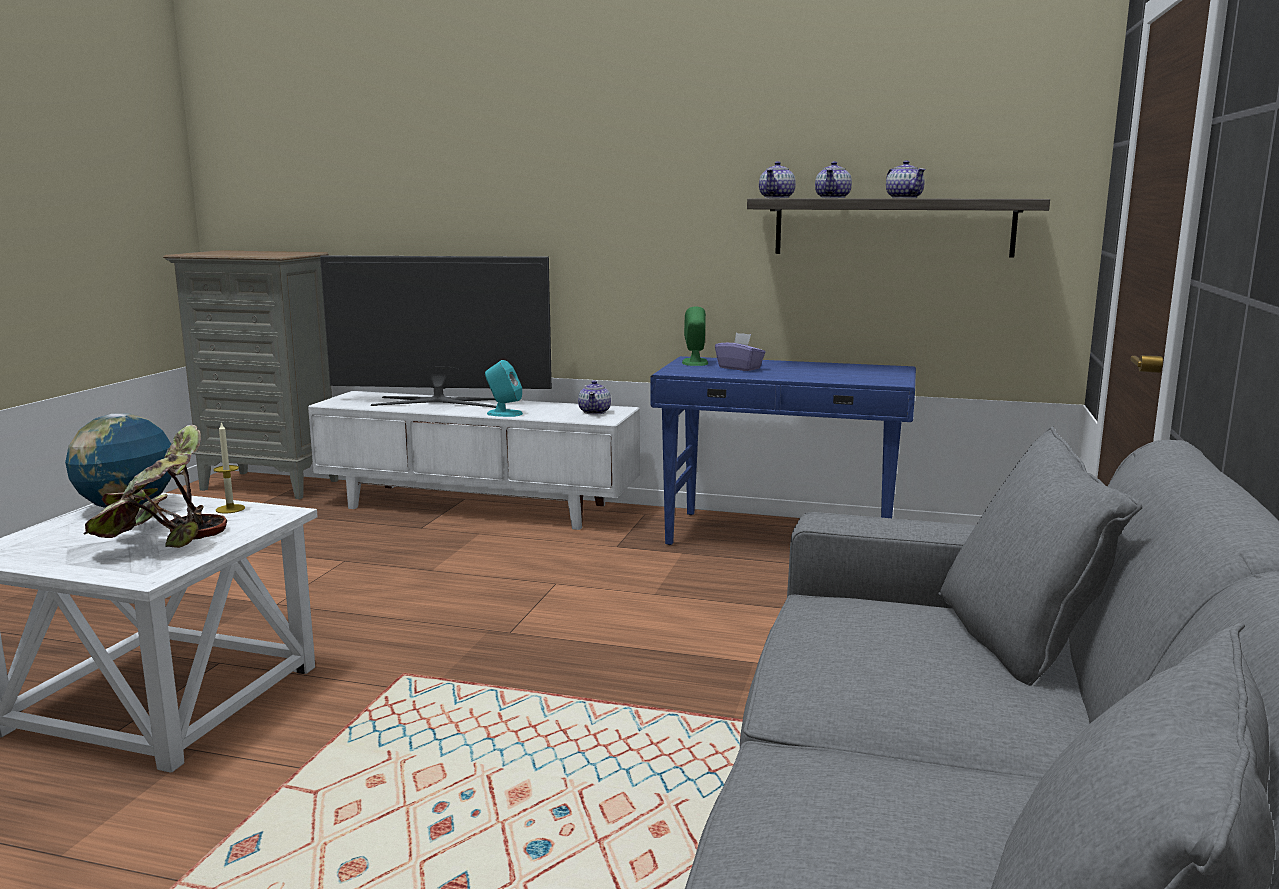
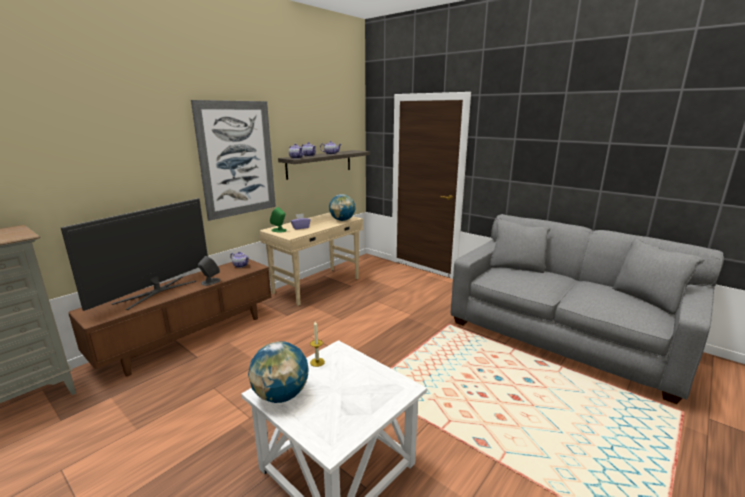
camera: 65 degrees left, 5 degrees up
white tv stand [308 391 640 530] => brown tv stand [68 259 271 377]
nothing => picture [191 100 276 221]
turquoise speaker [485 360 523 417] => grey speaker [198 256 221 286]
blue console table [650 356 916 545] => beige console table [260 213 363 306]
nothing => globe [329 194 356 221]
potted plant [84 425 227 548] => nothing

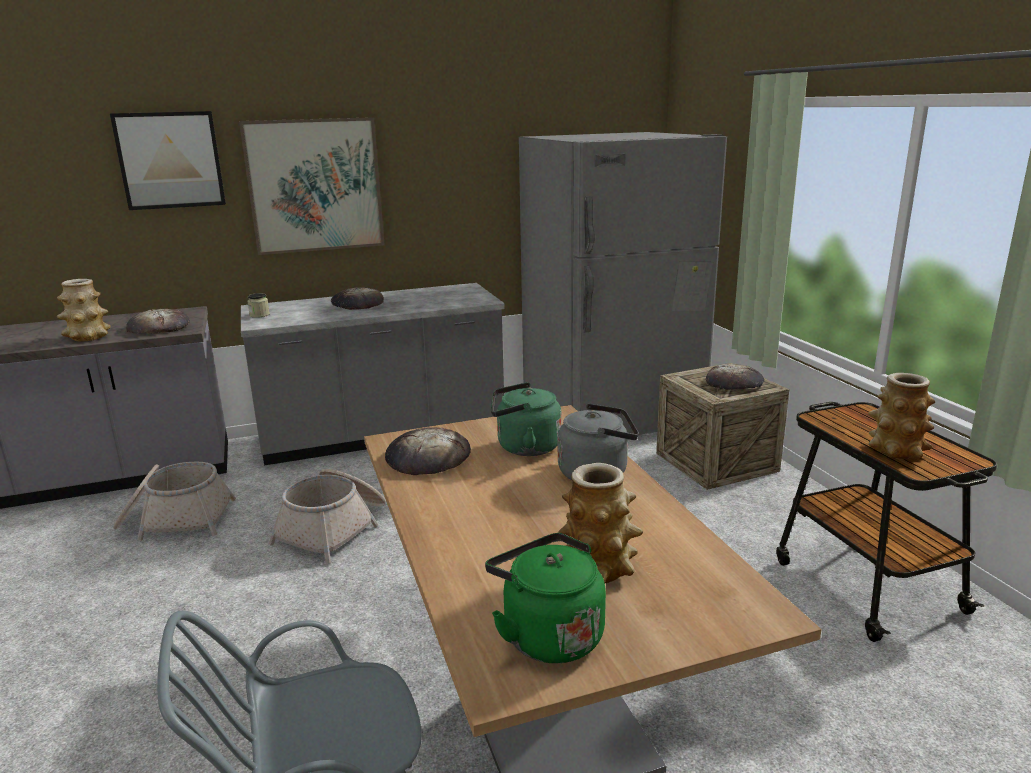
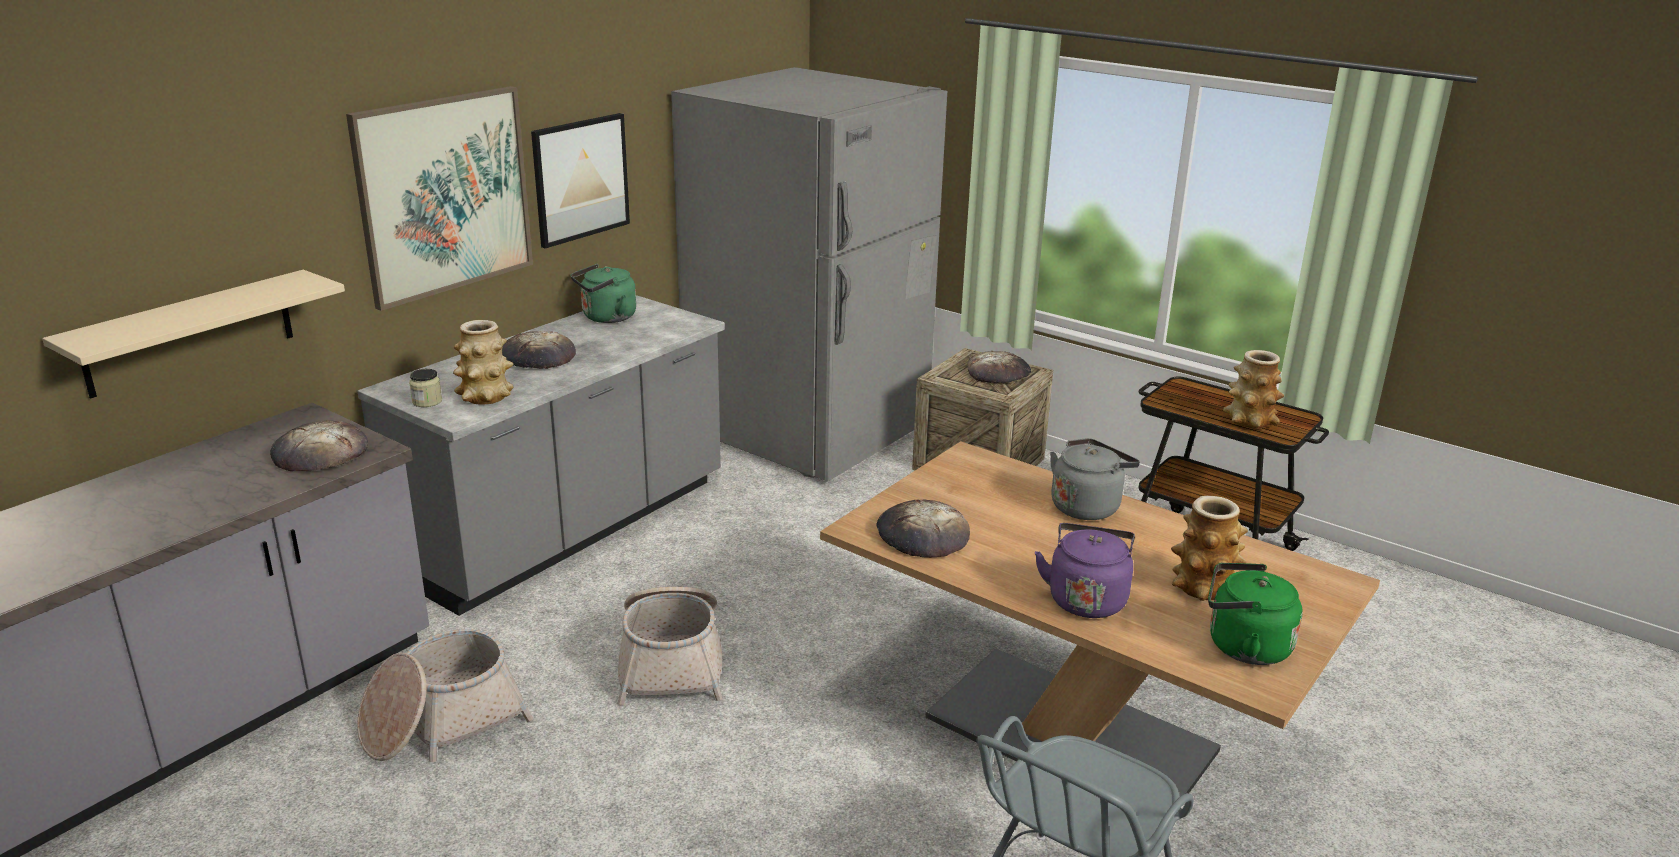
camera: 35 degrees left, 5 degrees up
nothing => beige shelf [42 270 345 398]
vase [57 279 111 342] => vase [453 320 514 405], shifted
picture [110 111 226 210] => picture [531 113 630 249], shifted
green kettle [491 382 562 456] => green kettle [570 264 636 323], shifted
nothing => purple kettle [1035 523 1135 618]

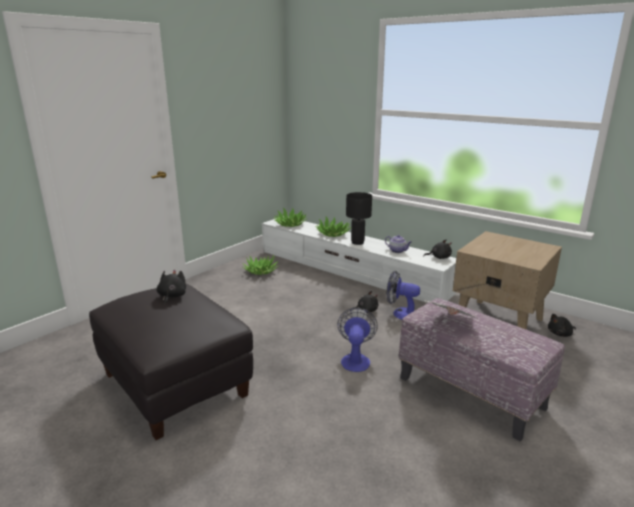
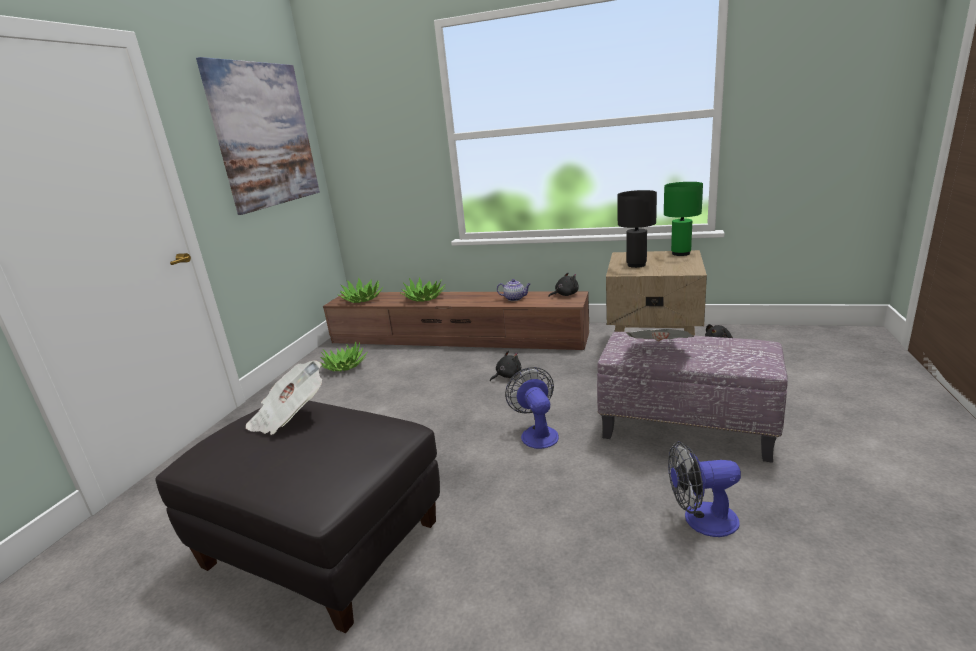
camera: 20 degrees left, 0 degrees up
nothing => picture [196 57 320 215]
black plush toy [157 270 186 305] => newspaper [246 360 322 435]
white tv stand [262 216 456 303] => brown tv stand [323 291 589 350]
black table lamp [346 192 372 245] => black table lamp [617 190 657 268], shifted
nothing => green table lamp [664 182 703 256]
fan [387 271 420 320] => fan [668 441 741 537], shifted

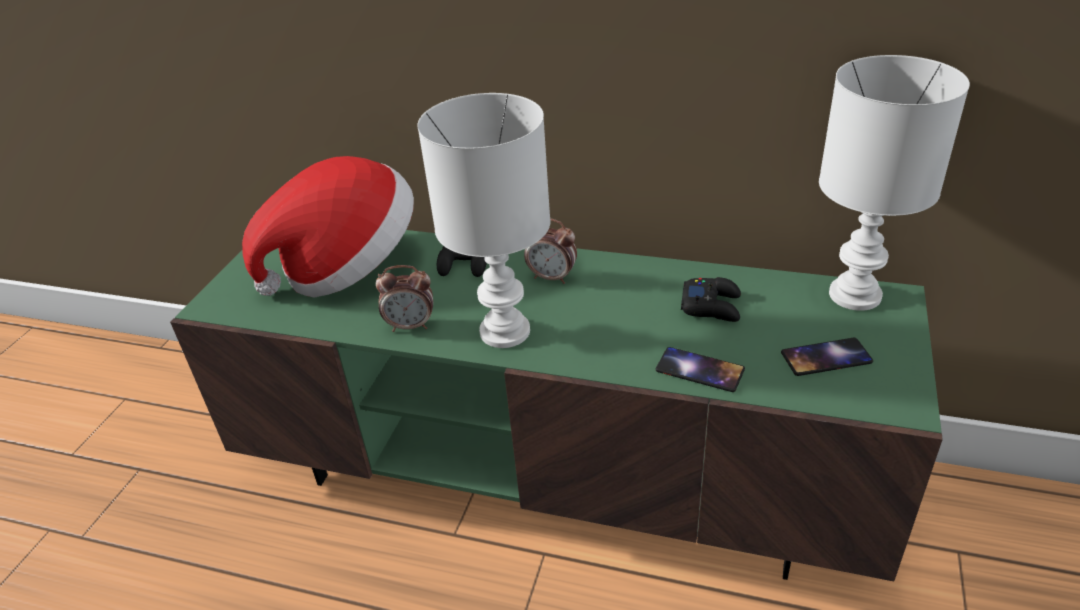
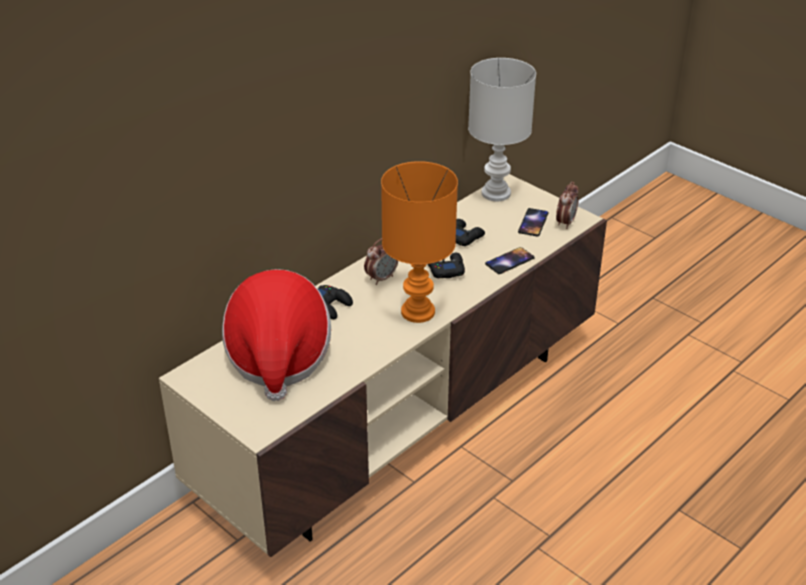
camera: 65 degrees left, 0 degrees up
green tv stand [170 230 943 581] => beige tv stand [159 174 607 557]
white table lamp [417 93 551 348] => orange table lamp [381 161 458 323]
nothing => black game controller [428 253 465 278]
alarm clock [376 265 433 332] => alarm clock [556 182 579 229], shifted

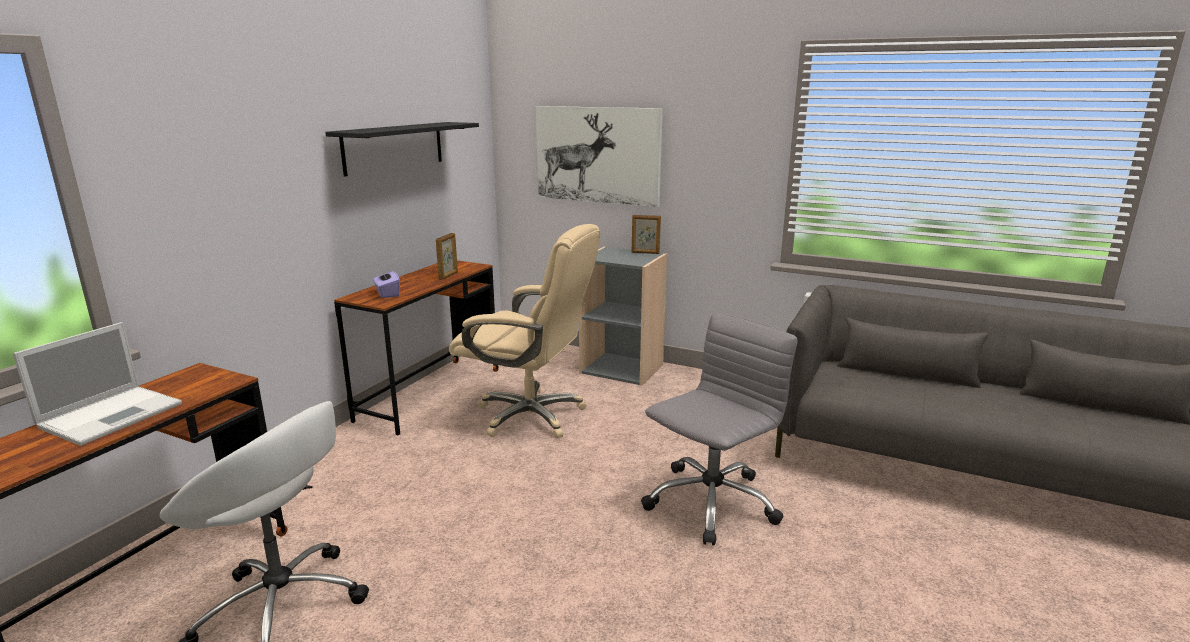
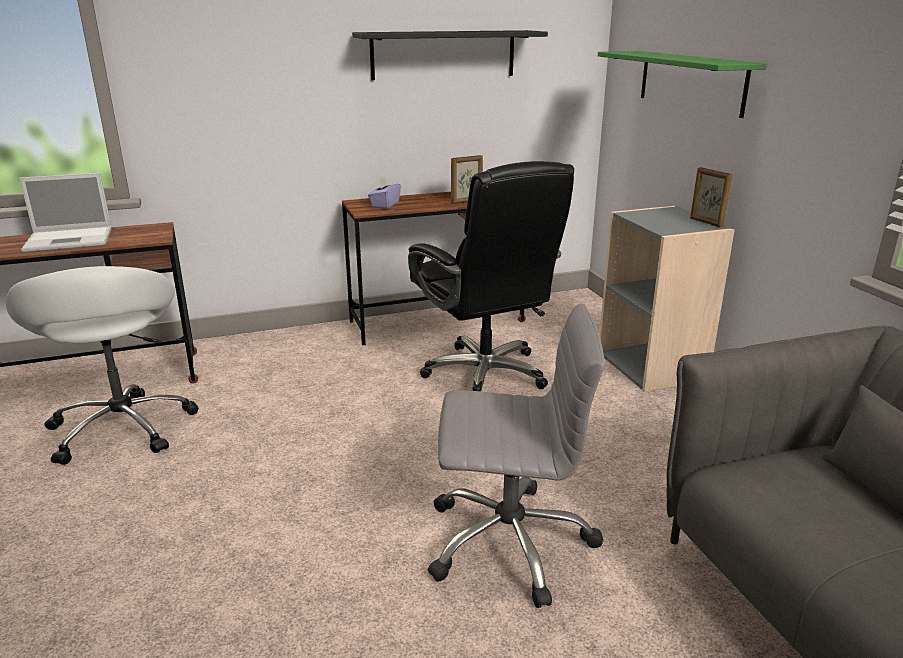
camera: 45 degrees right, 5 degrees up
beige office chair [449 224 600 438] => black office chair [408 161 574 392]
picture [536 106 663 207] => green shelf [598 51 767 118]

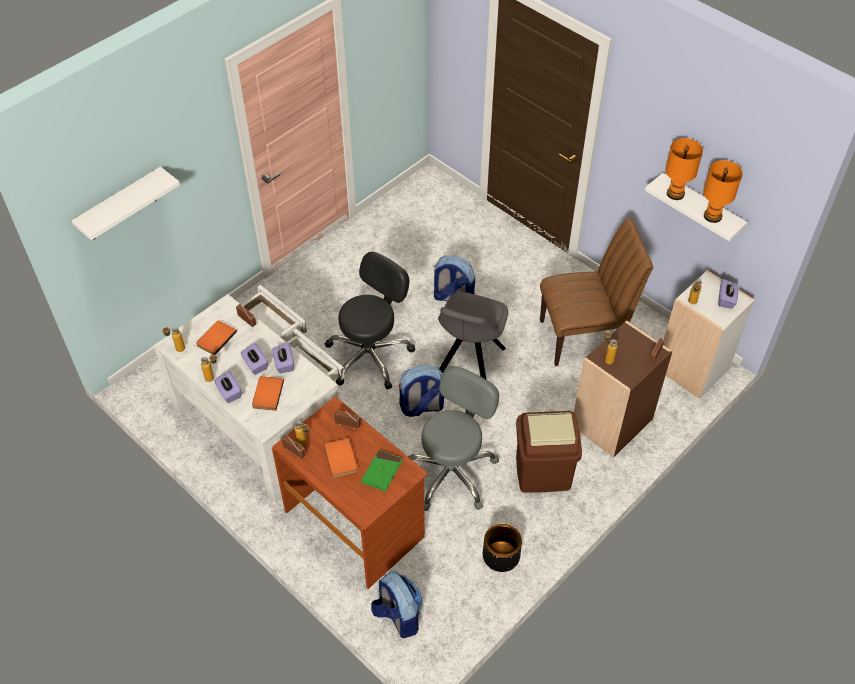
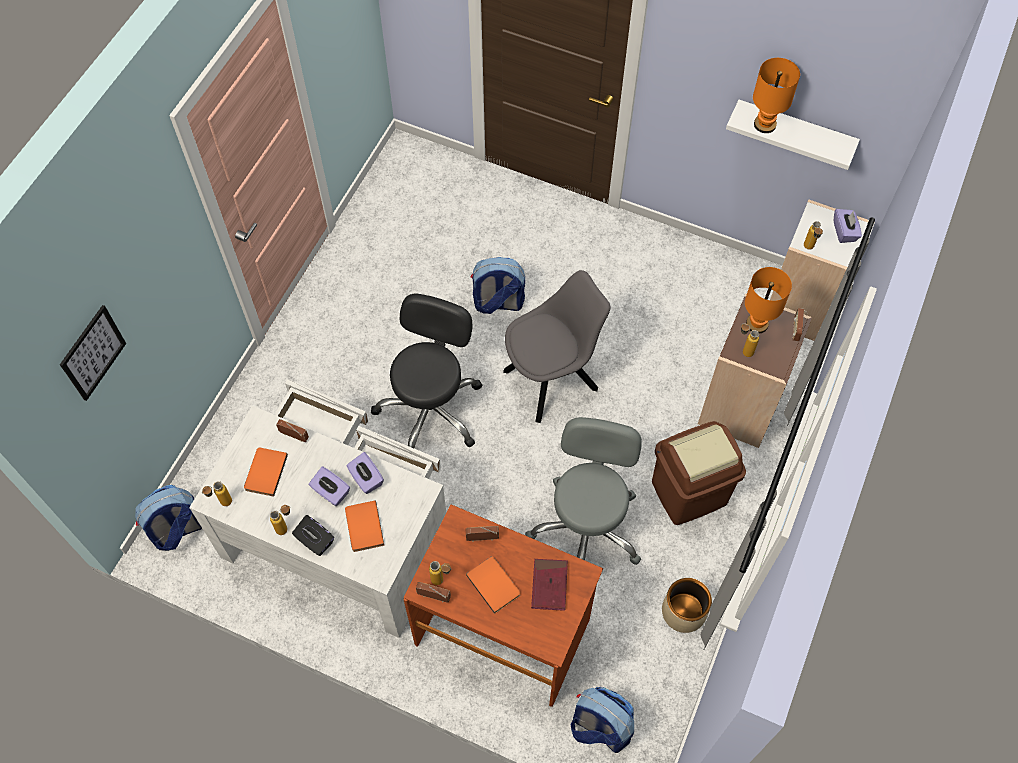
camera: 20 degrees left, 10 degrees up
white shelf [71 167 180 240] => picture [60 305 126 401]
backpack [399 365 444 417] => backpack [135 485 202 551], shifted
purple tissue box [214 370 242 403] => black tissue box [292 515 334 556]
grey chair [438 292 508 379] => grey chair [503 270 610 423], 120 degrees counterclockwise
green book [361 450 403 492] => red book [531 559 568 611]
black planter [483 523 522 572] => beige planter [662 578 712 633]
orange table lamp [703 160 743 223] => orange table lamp [745 267 792 334], shifted
brown chair [540 218 654 366] => nothing

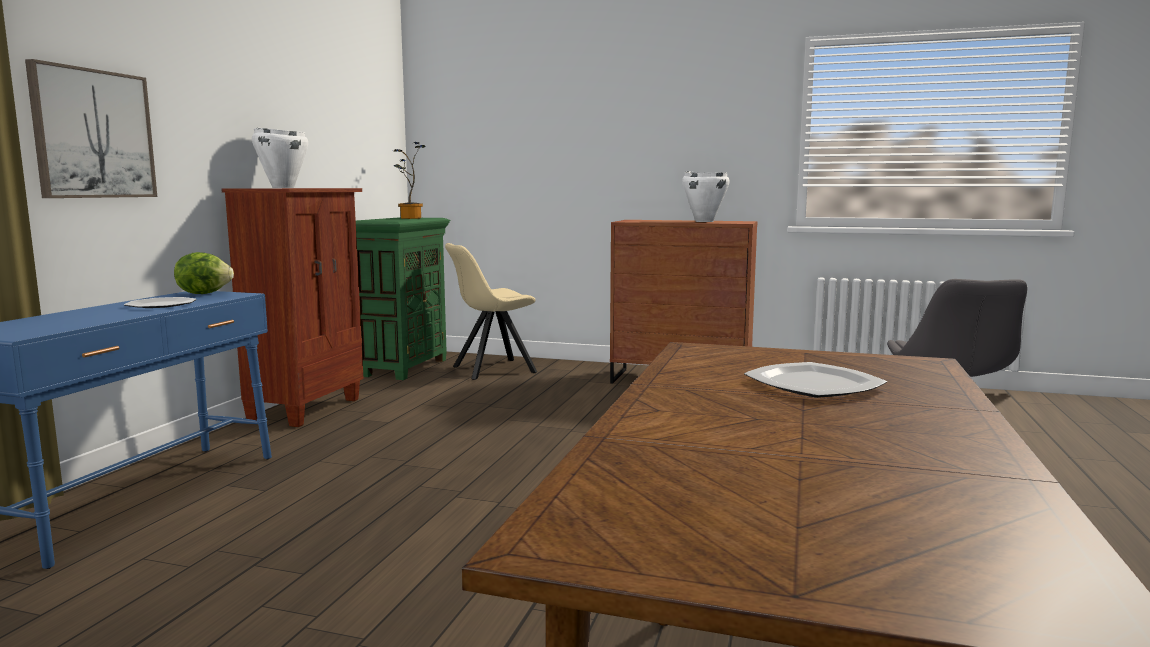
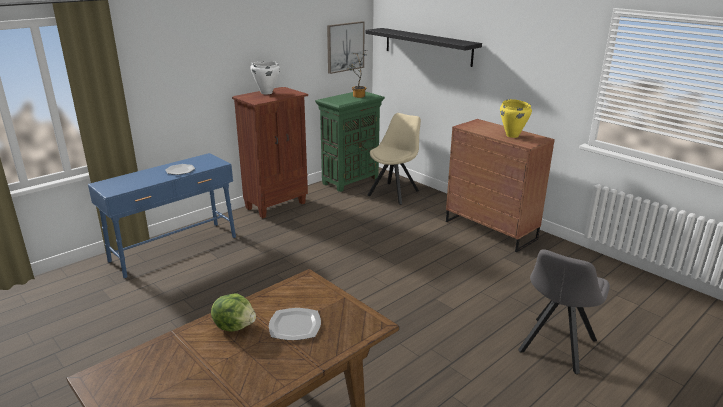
camera: 30 degrees right, 15 degrees up
lettuce [174 252 234 294] => lettuce [211 293 256 332], shifted
picture [25 59 157 198] => picture [327 21 365 74], shifted
nothing => black shelf [366 28 482 67]
beige chair [445 243 537 380] => beige chair [368 113 421 205], 120 degrees clockwise
white cooking pot [682 171 730 222] => yellow cooking pot [500 99 532 138]

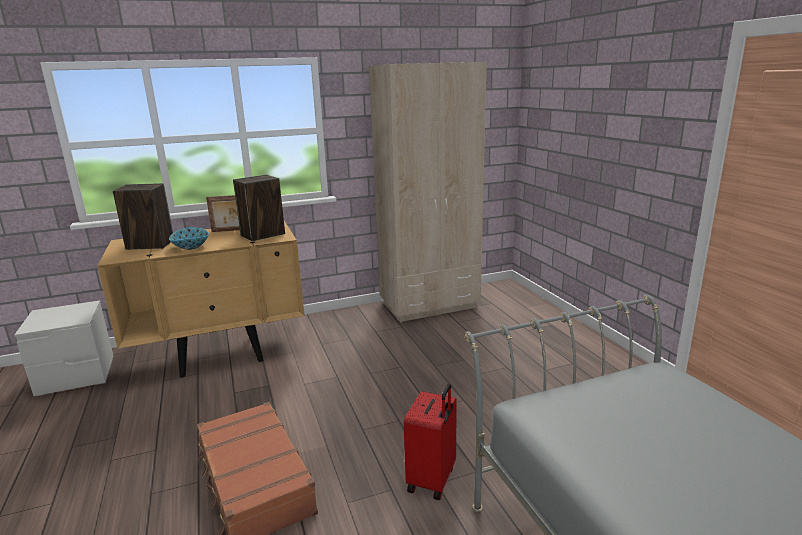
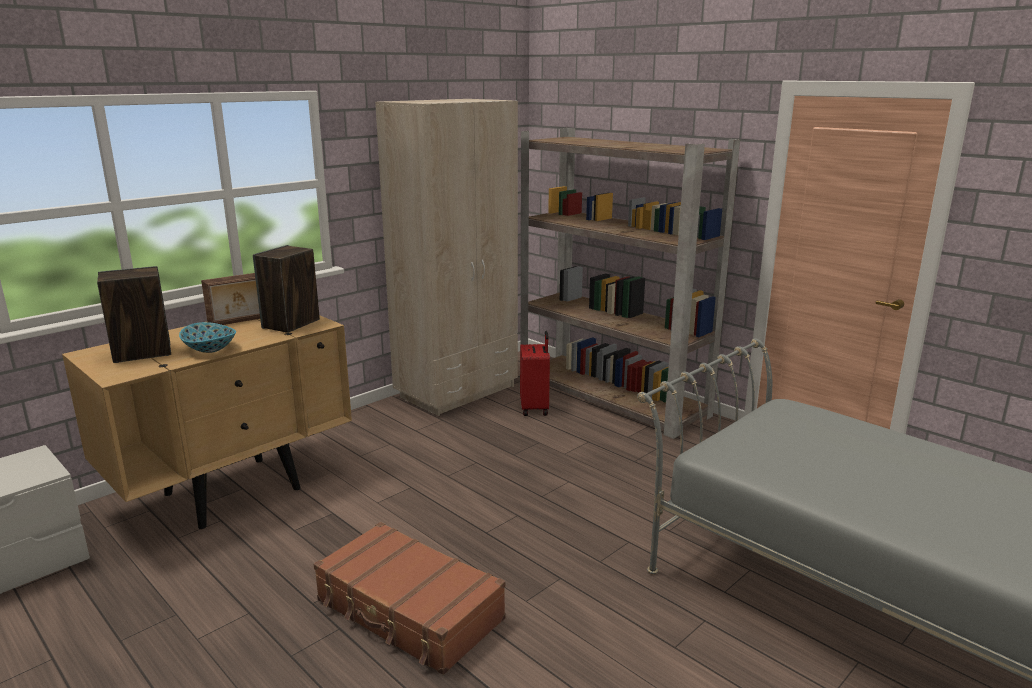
camera: 25 degrees left, 0 degrees up
red suitcase [404 384 457 500] => red suitcase [520 331 550 416], shifted
nothing => brown bookcase [521 128 740 439]

